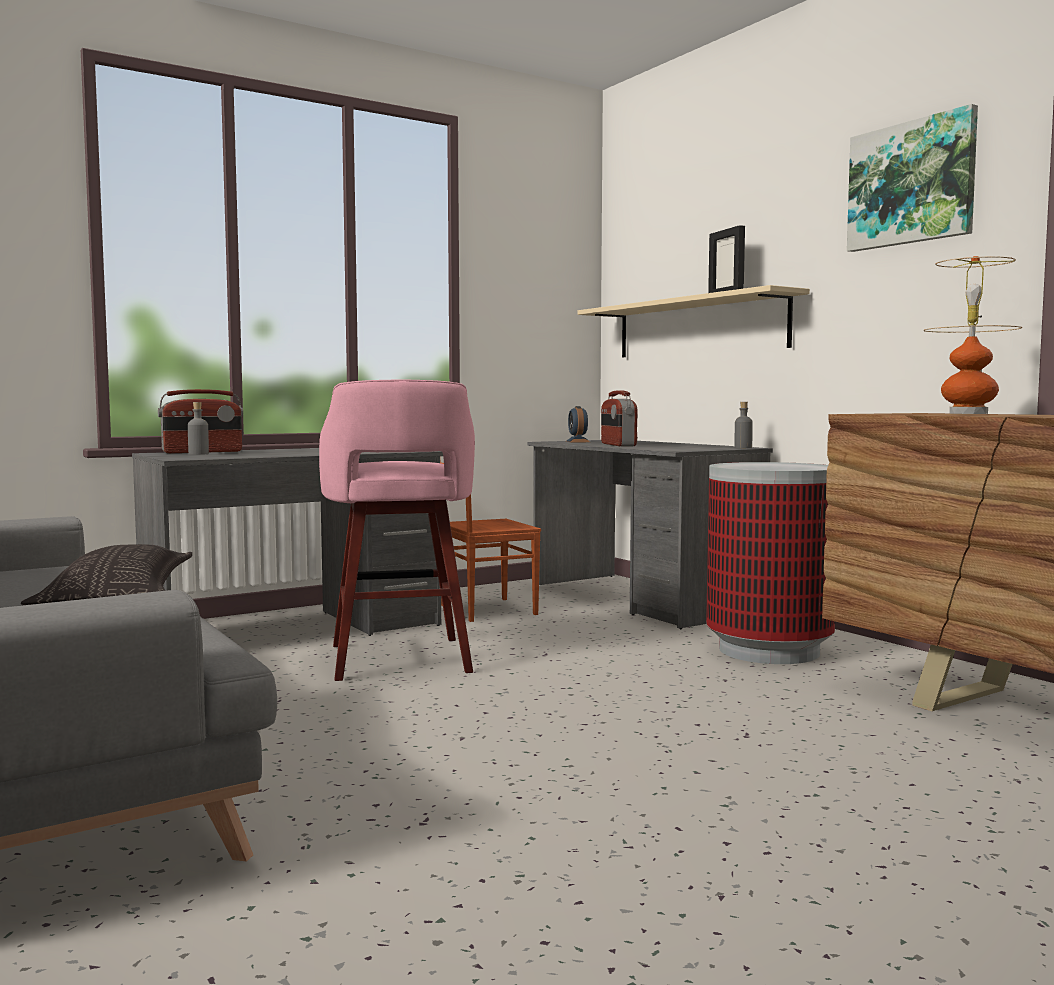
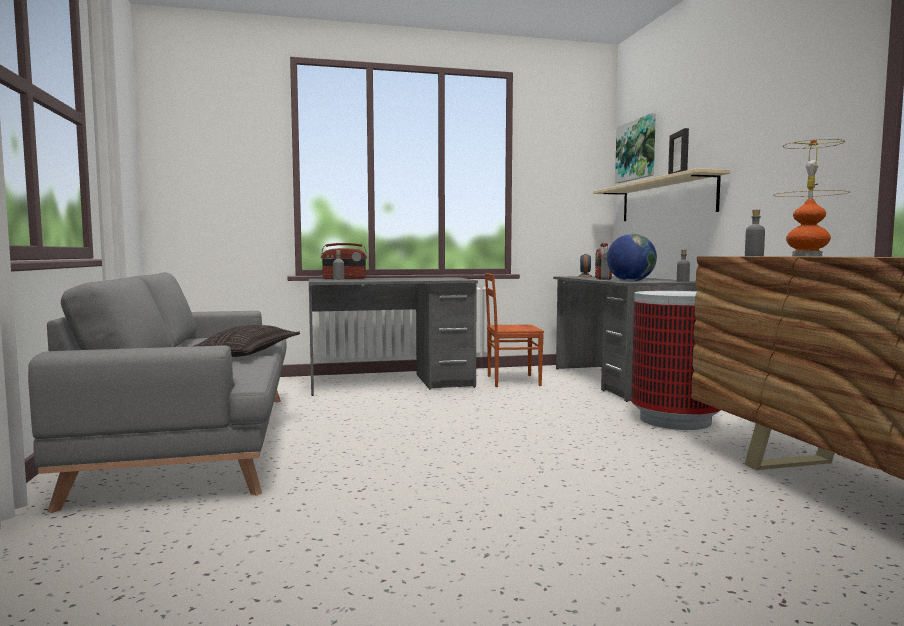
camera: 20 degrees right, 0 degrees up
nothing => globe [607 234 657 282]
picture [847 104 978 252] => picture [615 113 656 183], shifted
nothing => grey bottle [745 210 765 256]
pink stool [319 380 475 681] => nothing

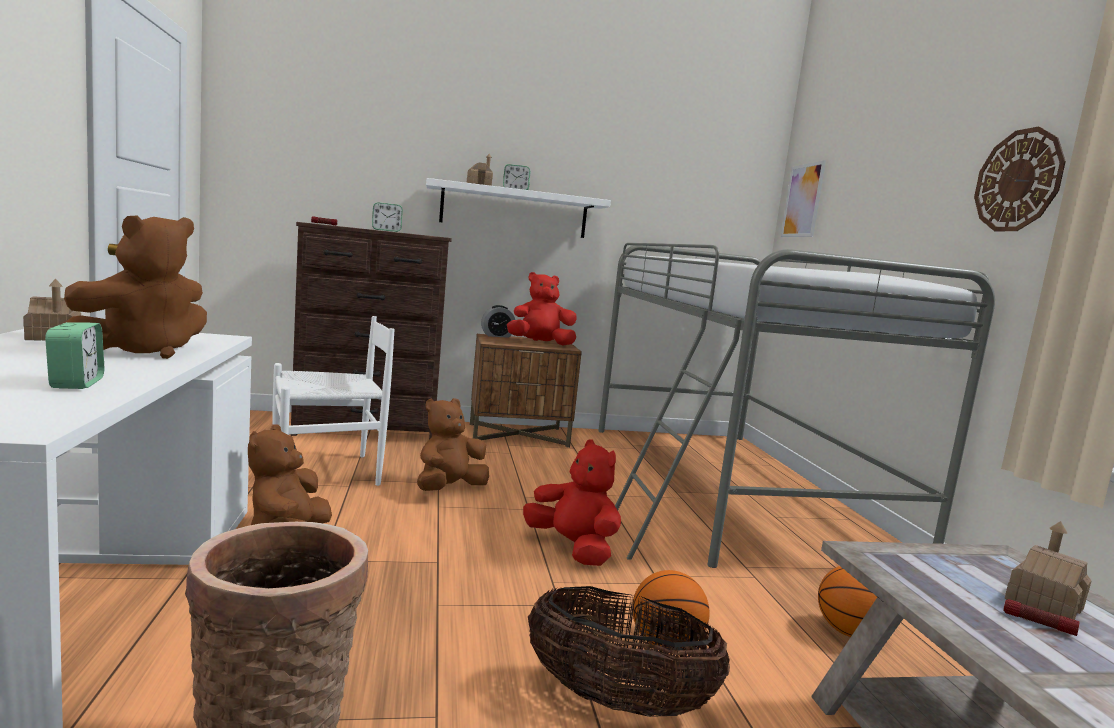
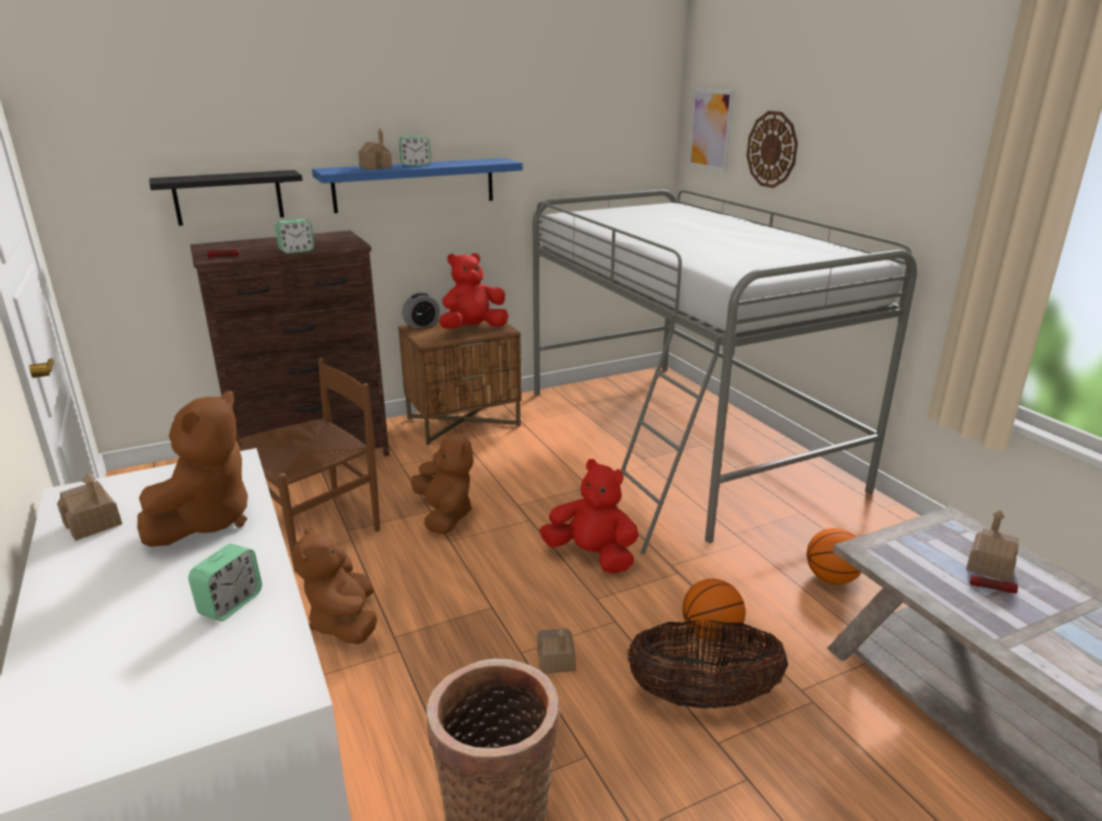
camera: 15 degrees left, 15 degrees up
nothing => black shelf [149 170 303 226]
alarm clock [45 322 104 389] => alarm clock [188 544 262 621], 60 degrees clockwise
white chair [272 316 395 486] => brown chair [236 358 380 572]
white shelf [426 178 611 238] => blue shelf [312 158 523 213]
brown plush toy [417 398 489 491] => brown plush toy [411 429 473 534], 135 degrees clockwise
nothing => toy house [537 628 576 674]
wall clock [974 126 1066 231] => wall clock [747 111 798 188], shifted

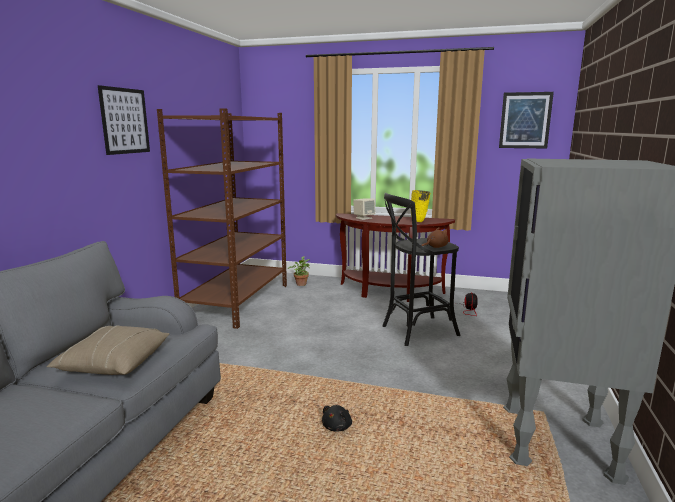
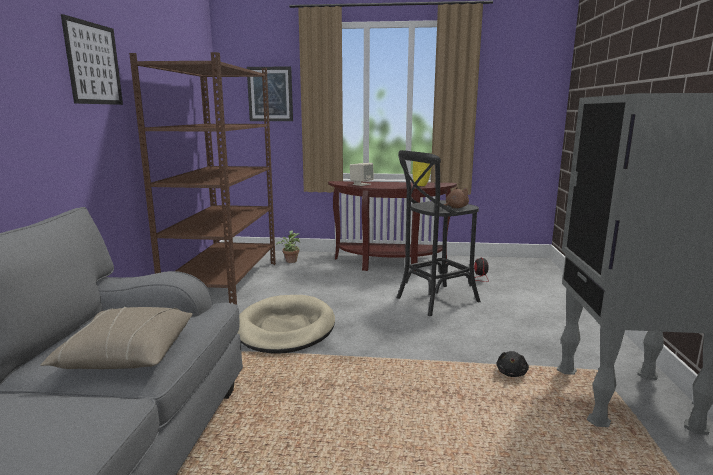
camera: 10 degrees left, 0 degrees up
nothing => beige dog bed [238 295 335 353]
picture [499 92 554 148] => picture [247 66 293 121], shifted
black plush toy [322 405 352 432] => black plush toy [496 351 529 377], shifted

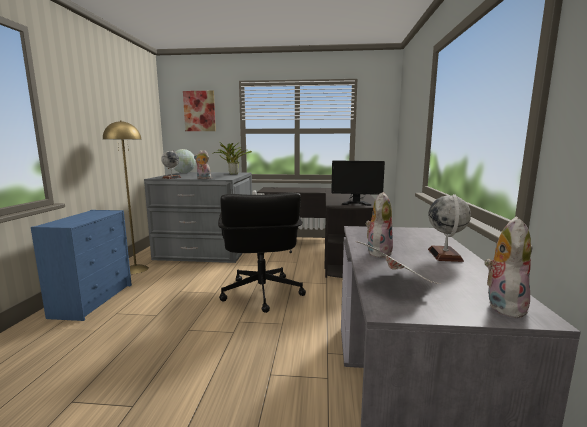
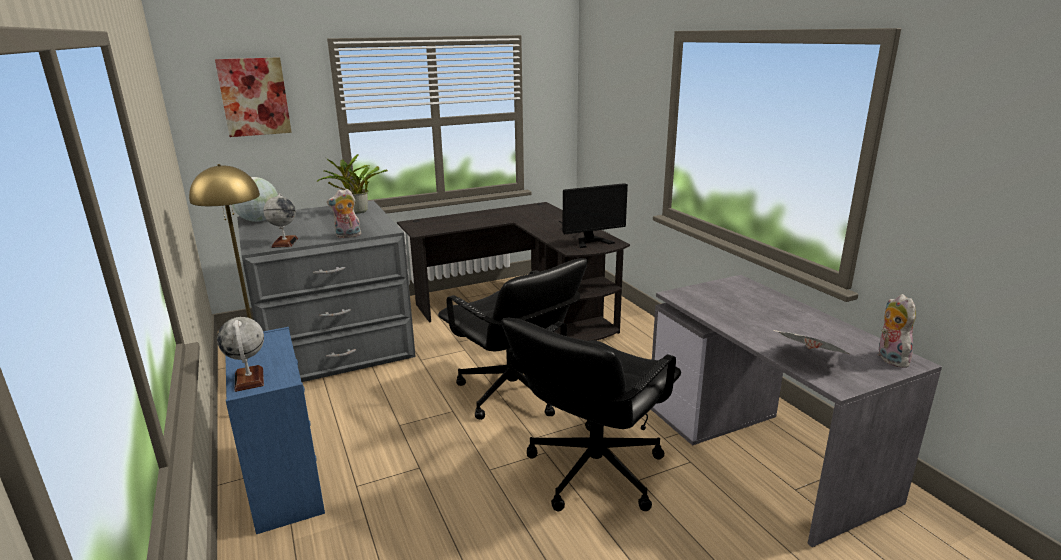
camera: 30 degrees left, 10 degrees up
globe [428 194 471 262] => globe [217 317 264 392], shifted
nothing => black office chair [502 318 681 511]
plush toy [366 192 393 258] => nothing

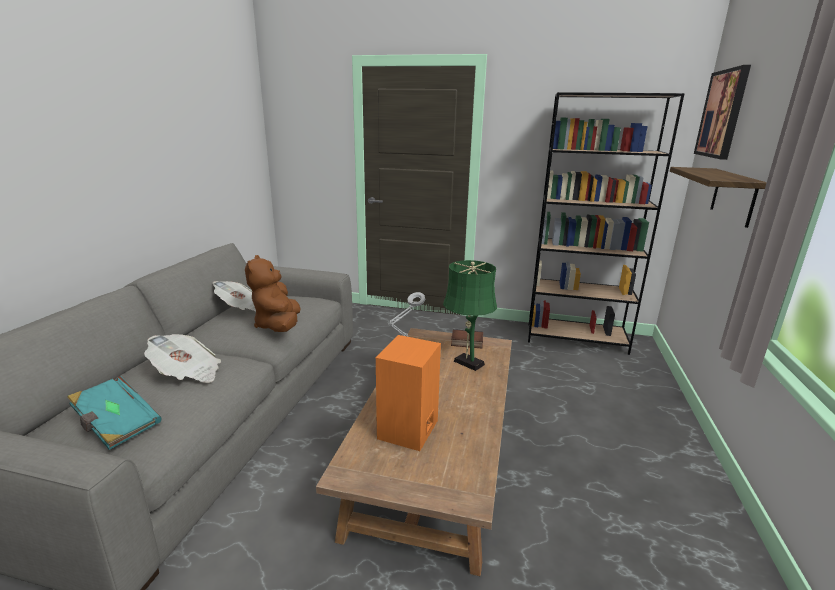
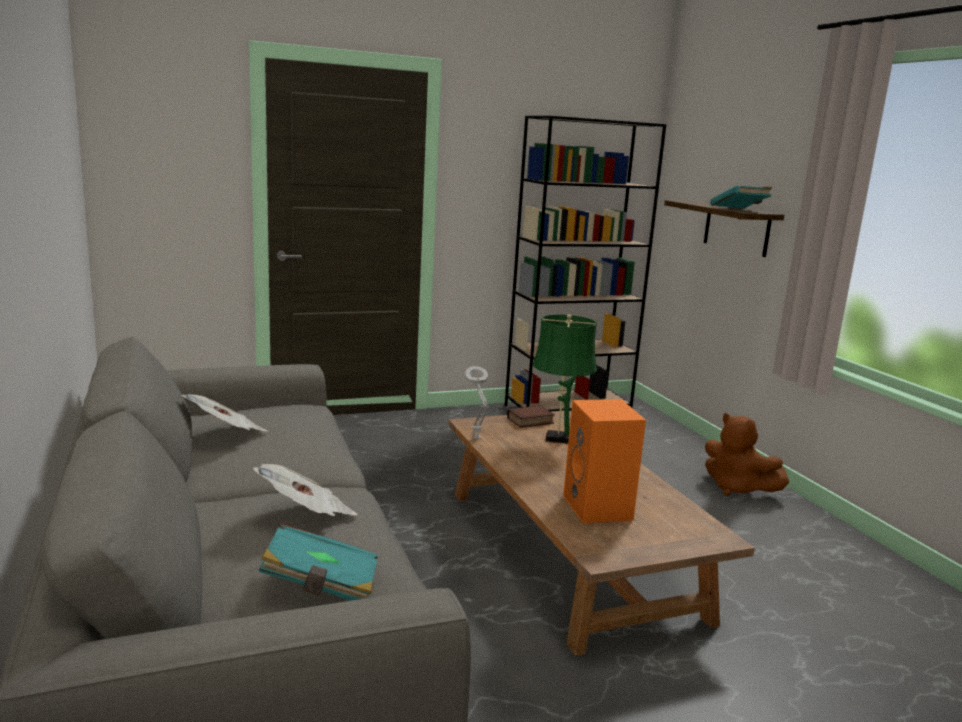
camera: 35 degrees left, 5 degrees down
brown plush toy [245 255 301 332] => brown plush toy [705 413 789 496], shifted
nothing => turquoise book [710 186 772 209]
picture [694 65 751 160] => nothing

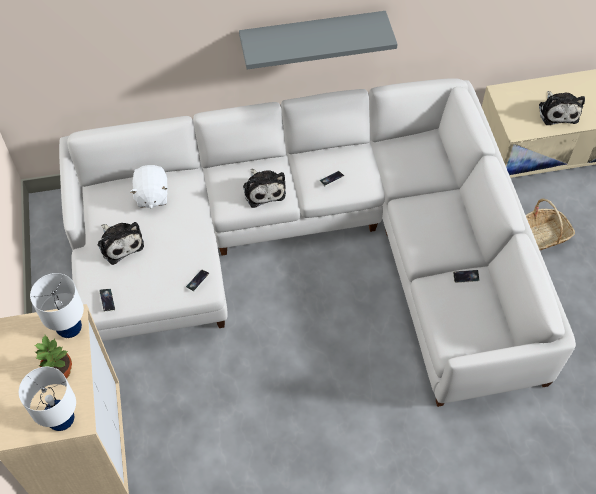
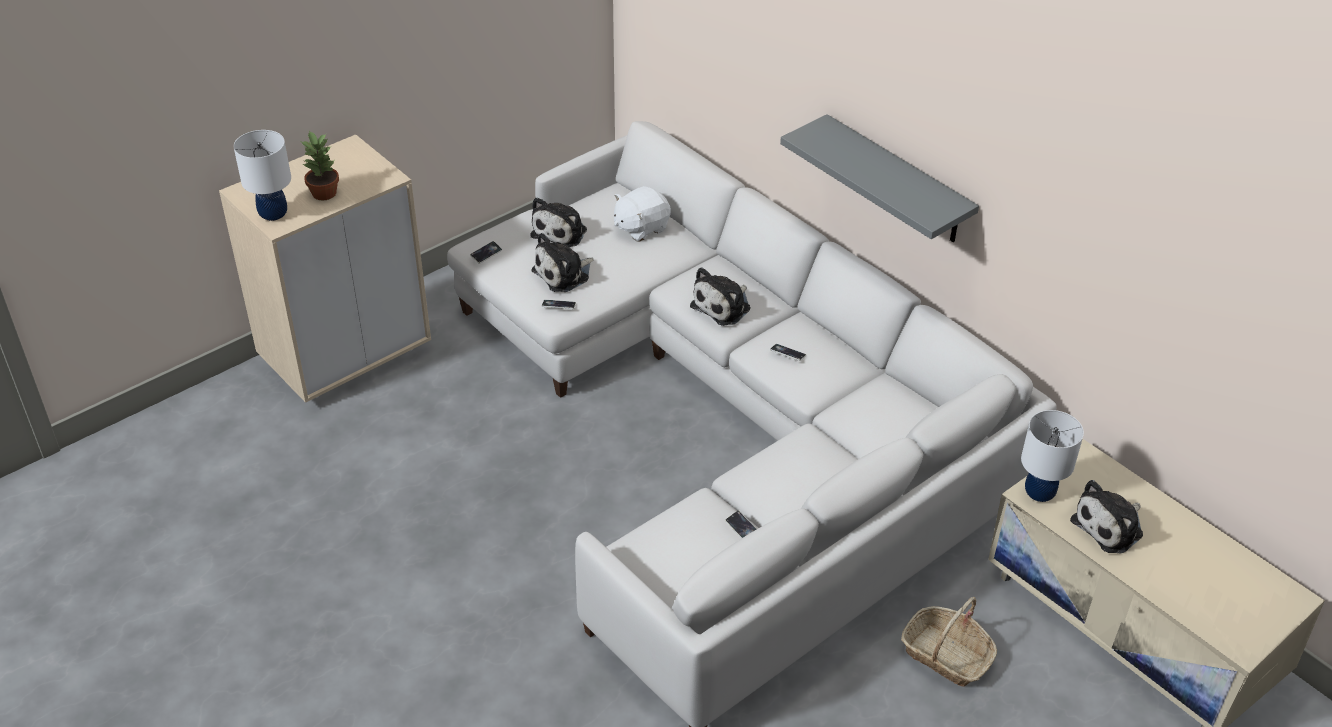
camera: 60 degrees right, 15 degrees down
nothing => plush toy [531 233 594 292]
white table lamp [30 273 84 338] => white table lamp [1021 410 1084 502], shifted

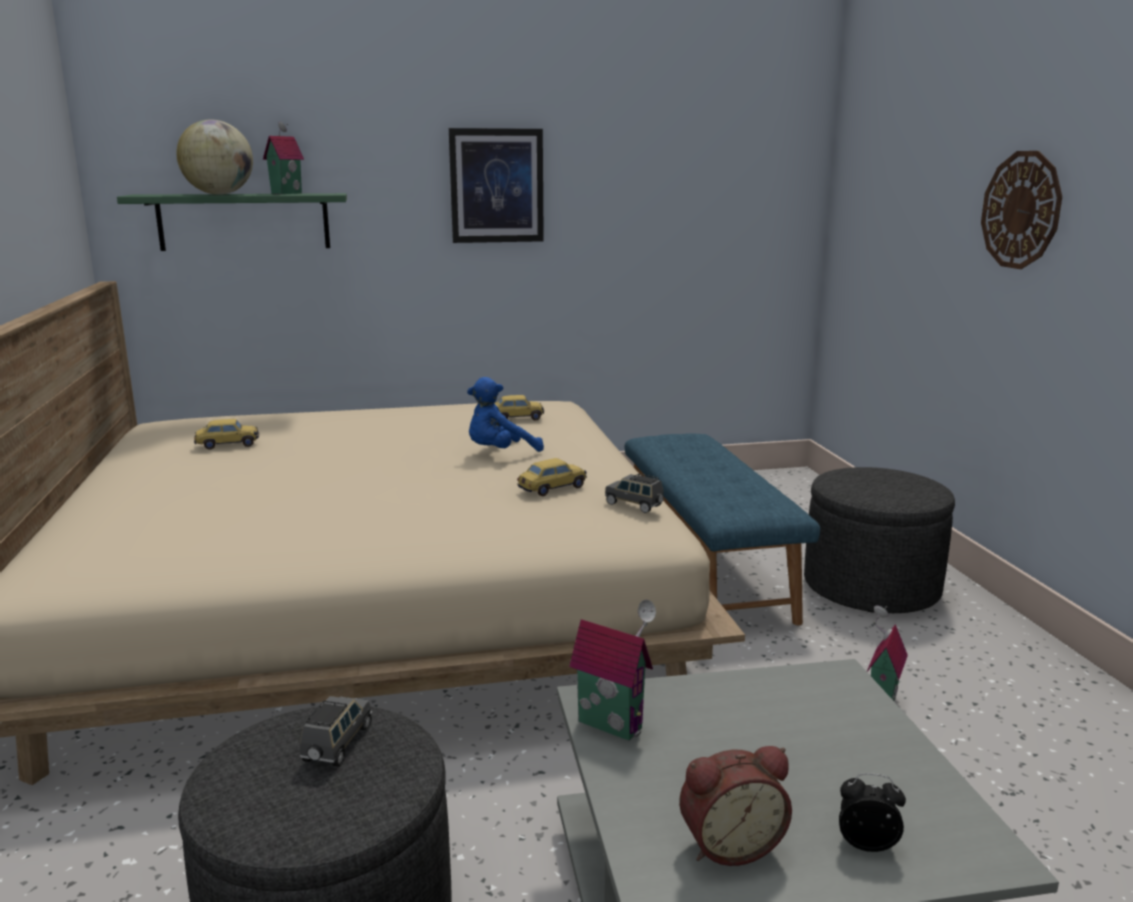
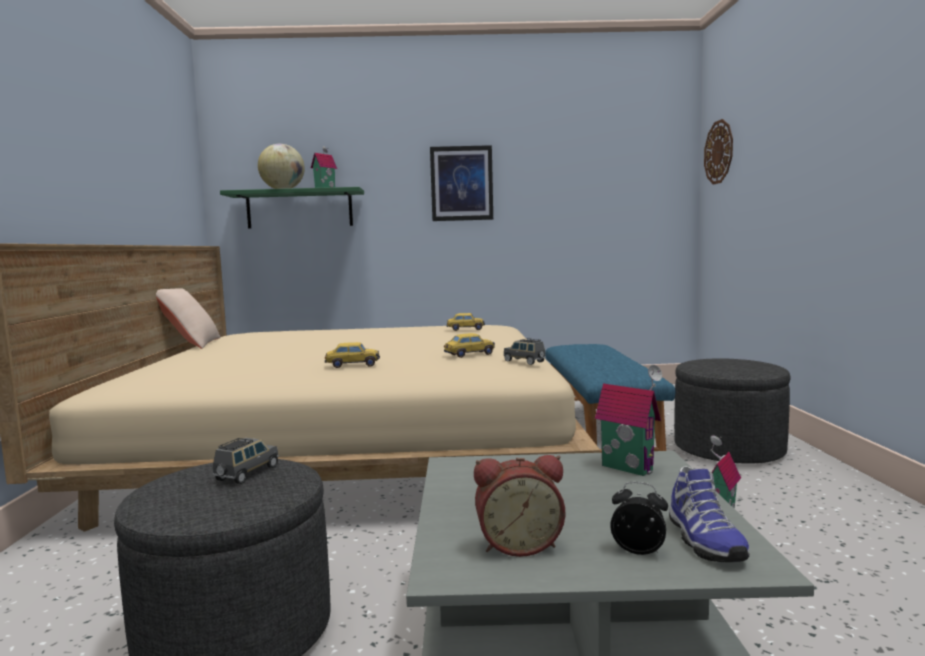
camera: 10 degrees right, 10 degrees down
nothing => beige pillow [156 288 221 349]
toy car [194 419 259 450] => toy car [325 342 380 368], shifted
toy house [569 600 656 741] => toy house [595 365 662 476], shifted
nothing => shoe [669 466 749 562]
wall clock [981 151 1062 269] => wall clock [704 119 733 185], shifted
blue plush toy [467 377 544 452] => nothing

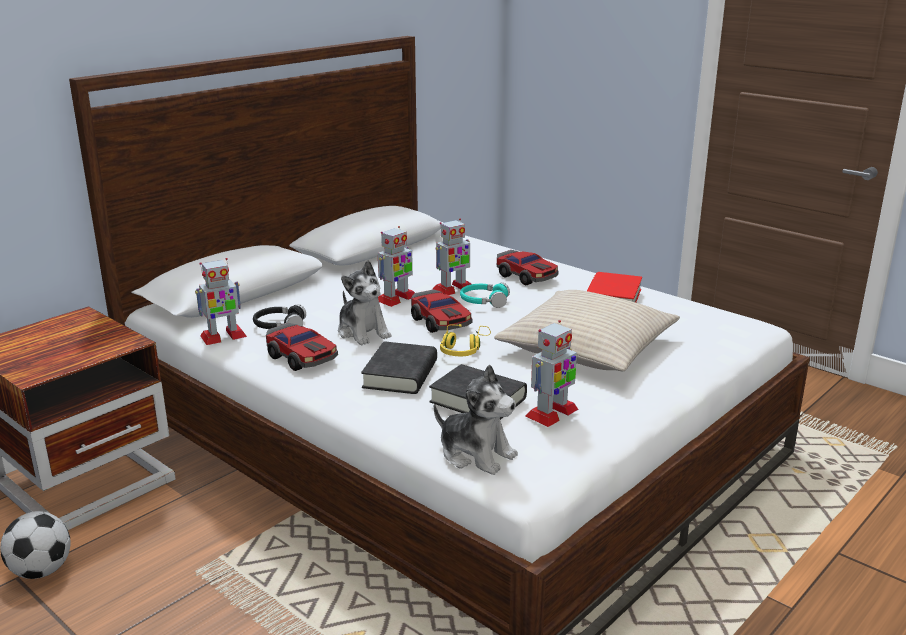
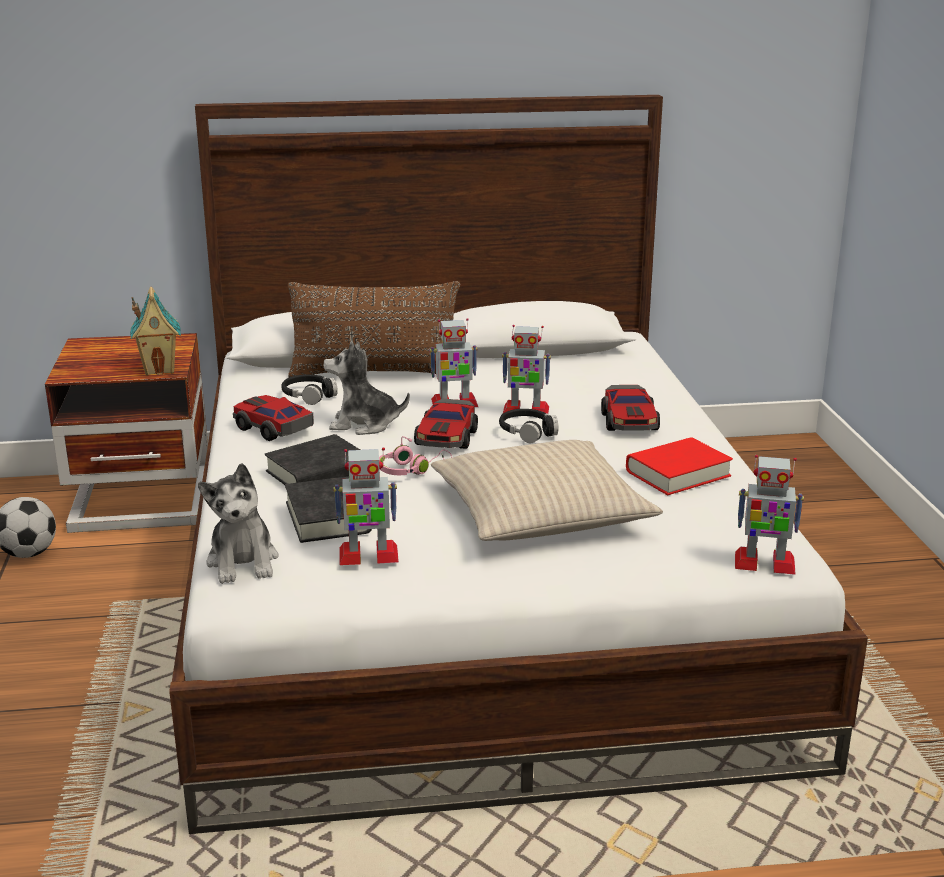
camera: 40 degrees right, 0 degrees up
nothing => toy house [130 287 181 375]
toy car [266 323 338 371] => toy car [233 395 314 441], 135 degrees clockwise
nothing => brown pillow [288 281 460 377]
plush toy [338 260 392 345] => plush toy [324 341 410 435], 90 degrees clockwise
yellow headphones [440 324 491 356] => pink headphones [379 436 452 475]
turquoise headphones [460 283 510 308] => black headphones [499 409 559 443]
toy robot [195 258 247 345] => toy robot [735 455 804 575], shifted

